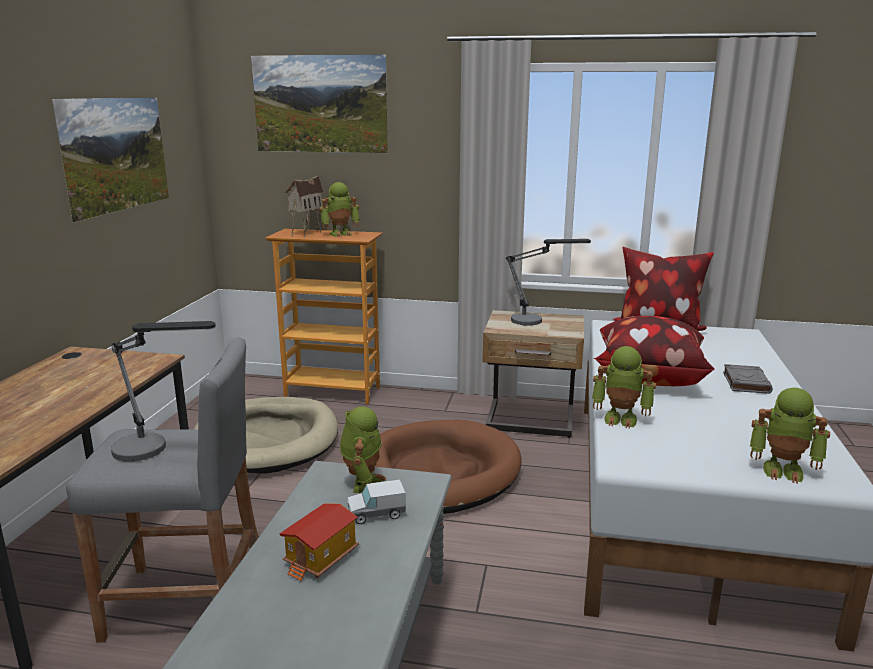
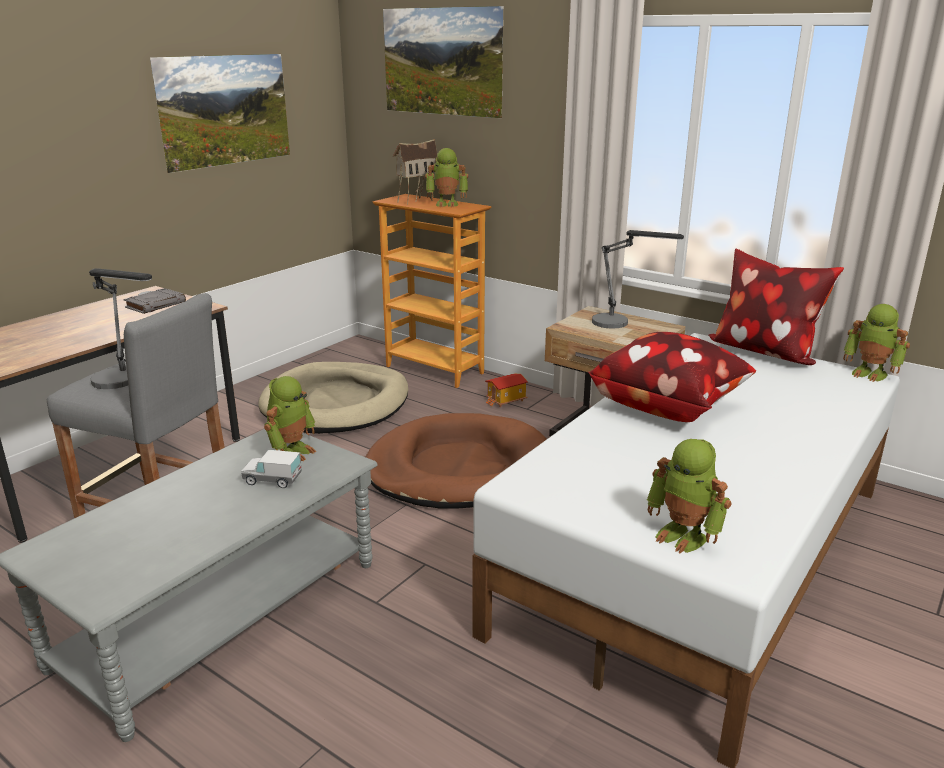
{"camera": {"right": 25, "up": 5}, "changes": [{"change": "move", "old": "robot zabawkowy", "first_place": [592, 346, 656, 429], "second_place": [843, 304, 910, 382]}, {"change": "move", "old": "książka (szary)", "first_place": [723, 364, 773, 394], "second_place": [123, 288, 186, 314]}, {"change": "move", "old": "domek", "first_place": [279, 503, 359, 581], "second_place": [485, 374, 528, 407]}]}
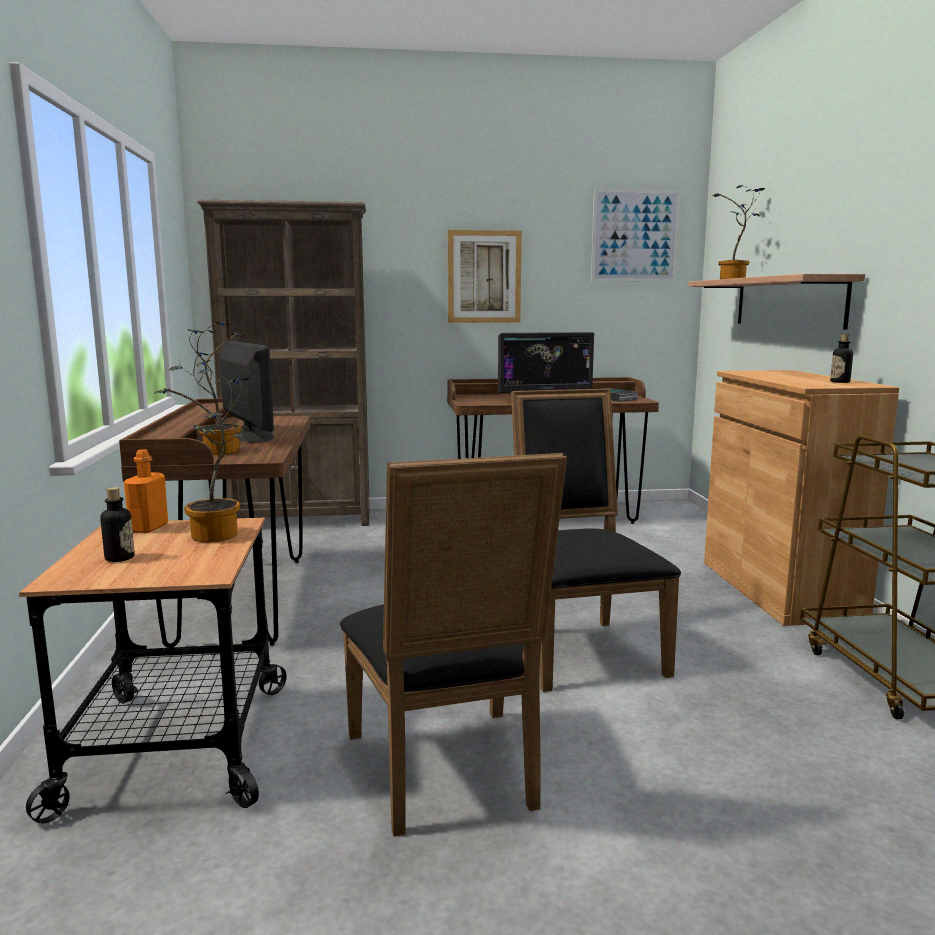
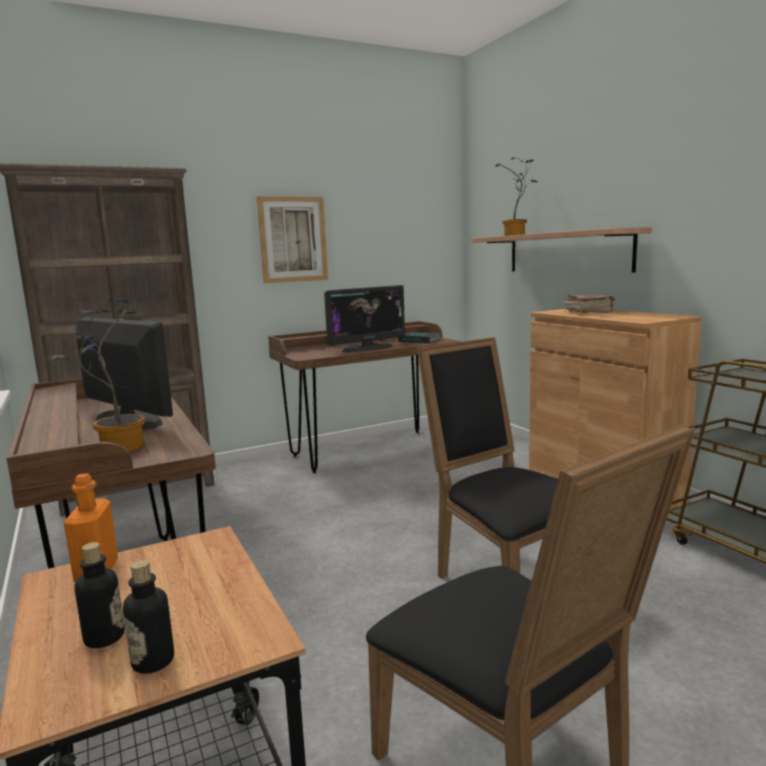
{"camera": {"right": -20, "up": 0}, "changes": [{"change": "delete", "old": "obraz", "first_place": [591, 189, 681, 282]}, {"change": "move", "old": "butelka", "first_place": [830, 334, 853, 383], "second_place": [123, 560, 174, 674]}, {"change": "delete", "old": "roślina doniczkowa", "first_place": [154, 369, 249, 542]}, {"change": "insert", "new": "książka (brązowy)", "second_place": [564, 294, 615, 313]}]}
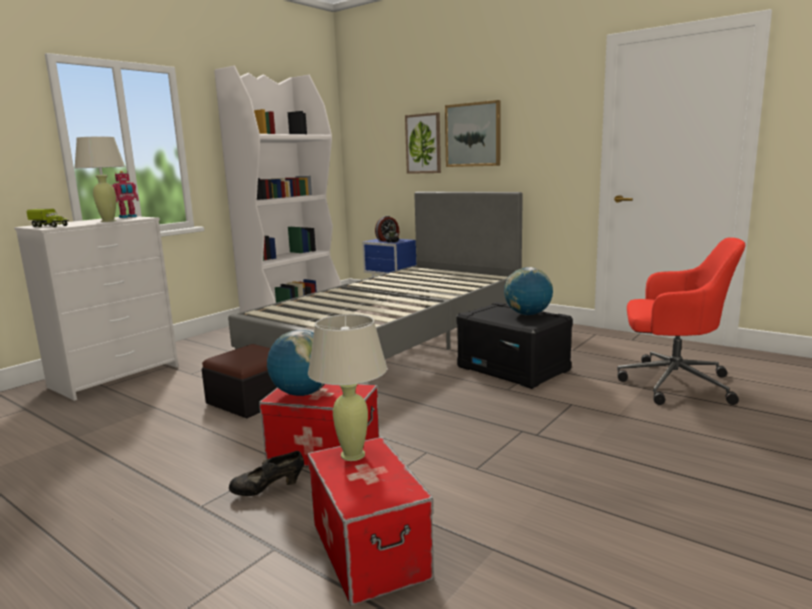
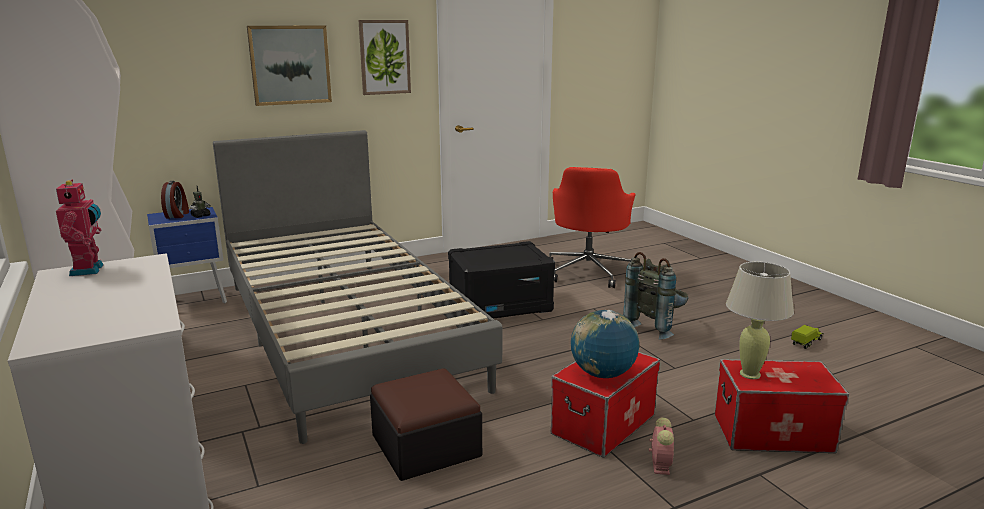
{"camera": {"right": -65, "up": 5}, "changes": [{"change": "move", "old": "obraz", "first_place": [405, 112, 441, 174], "second_place": [359, 20, 411, 95]}, {"change": "delete", "old": "lampa stołowa (beżowy)", "first_place": [75, 136, 125, 222]}, {"change": "move", "old": "ciężarówka zabawkowa", "first_place": [27, 209, 69, 227], "second_place": [791, 325, 824, 349]}, {"change": "rotate", "old": "krzesło biurowe (czerwony)", "first_place": [617, 237, 745, 405], "second_place": [549, 167, 636, 288], "degrees": 150}, {"change": "delete", "old": "globus", "first_place": [504, 267, 553, 315]}, {"change": "replace", "old": "but (czarny)", "new": "budzik", "first_place": [229, 451, 304, 496], "second_place": [649, 417, 674, 475]}, {"change": "insert", "new": "plecak (szary)", "second_place": [623, 252, 688, 340]}]}
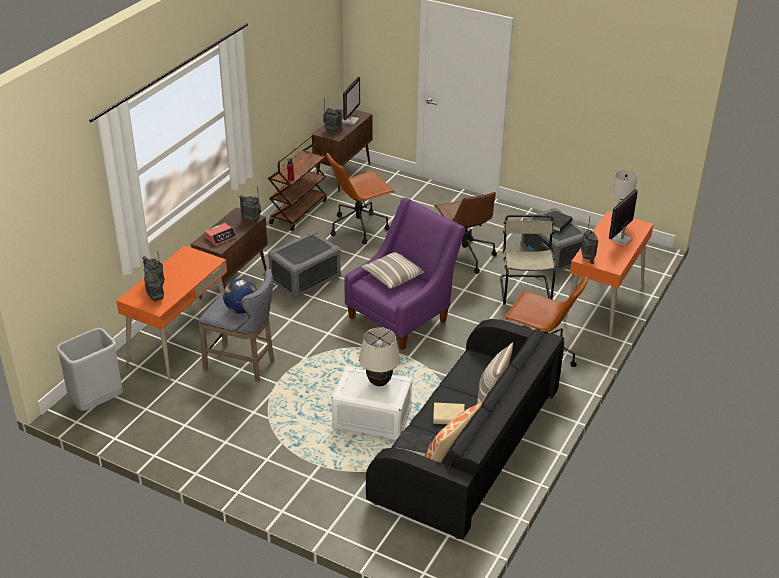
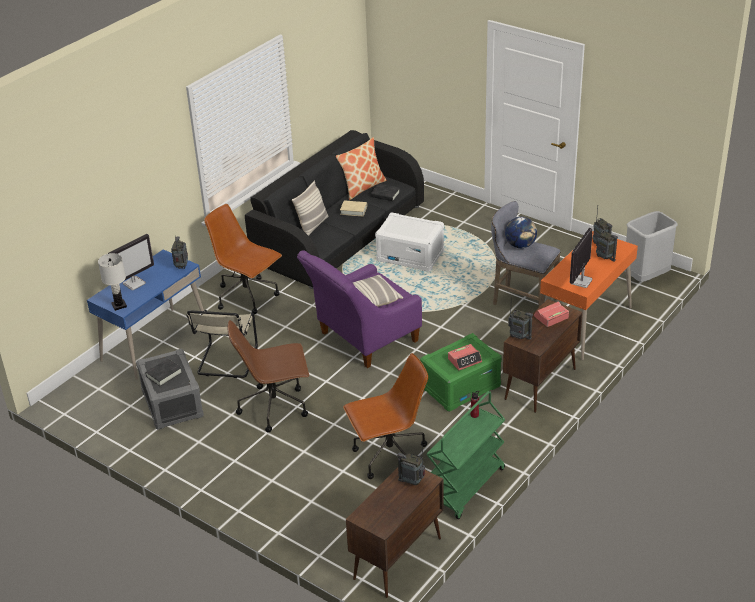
{"camera": {"right": -170, "up": 0}, "changes": [{"change": "move", "old": "monitor", "first_place": [342, 76, 360, 125], "second_place": [570, 228, 592, 288]}, {"change": "recolor", "old": "wózek (brązowy)", "new": "wózek (zielony)", "first_place": [268, 135, 327, 231], "second_place": [427, 391, 505, 519]}, {"change": "rotate", "old": "krzesło biurowe (brązowy)", "first_place": [434, 192, 497, 274], "second_place": [227, 320, 309, 433], "degrees": -90}, {"change": "recolor", "old": "biurko (pomarańczowy)", "new": "biurko (niebieski)", "first_place": [563, 211, 653, 337], "second_place": [87, 249, 204, 380]}, {"change": "recolor", "old": "pojemnik do przechowywania (szary)", "new": "pojemnik do przechowywania (zielony)", "first_place": [268, 231, 341, 299], "second_place": [420, 333, 502, 412]}, {"change": "delete", "old": "lampa stołowa (beżowy)", "first_place": [359, 328, 400, 386]}, {"change": "insert", "new": "budzik", "second_place": [448, 344, 482, 370]}]}
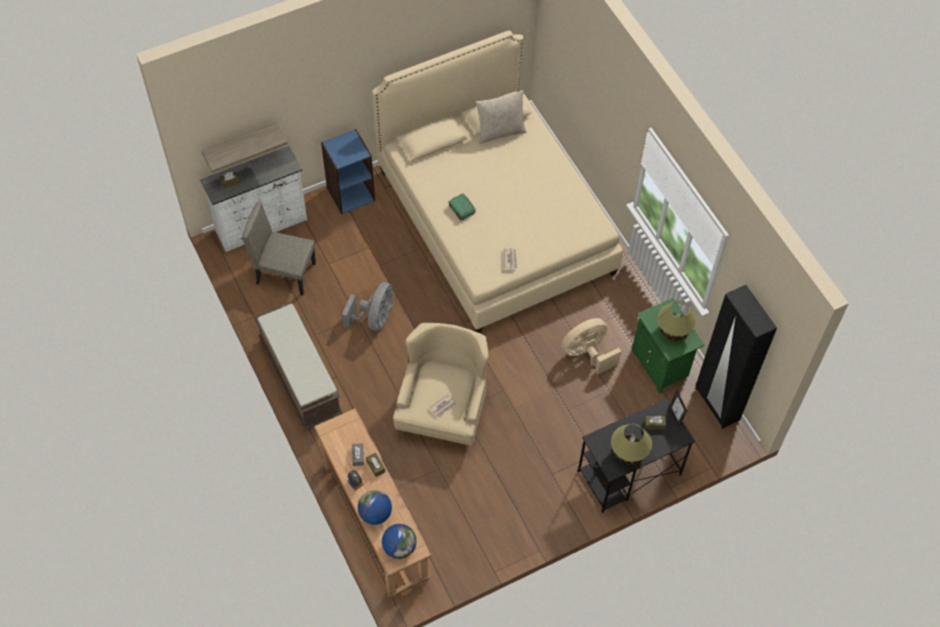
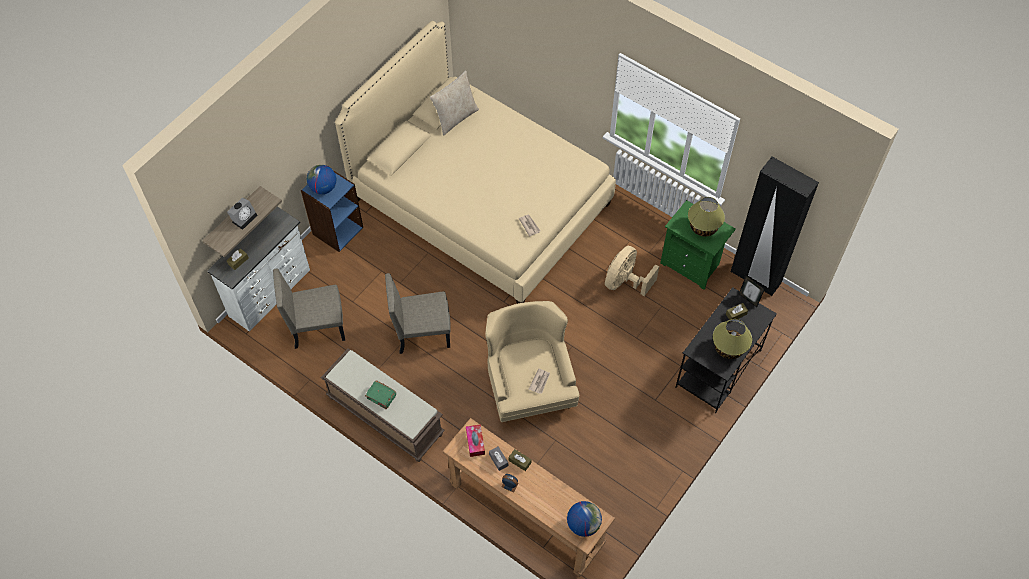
{"camera": {"right": -25, "up": 0}, "changes": [{"change": "move", "old": "książka (zielony)", "first_place": [448, 194, 476, 221], "second_place": [365, 381, 396, 409]}, {"change": "replace", "old": "wentylator (szary)", "new": "krzesło (beżowy)", "first_place": [342, 282, 393, 331], "second_place": [385, 273, 451, 354]}, {"change": "move", "old": "globus", "first_place": [358, 490, 392, 525], "second_place": [306, 165, 337, 194]}, {"change": "insert", "new": "budzik", "second_place": [227, 198, 258, 230]}, {"change": "insert", "new": "pudełko chusteczek", "second_place": [466, 424, 485, 457]}]}
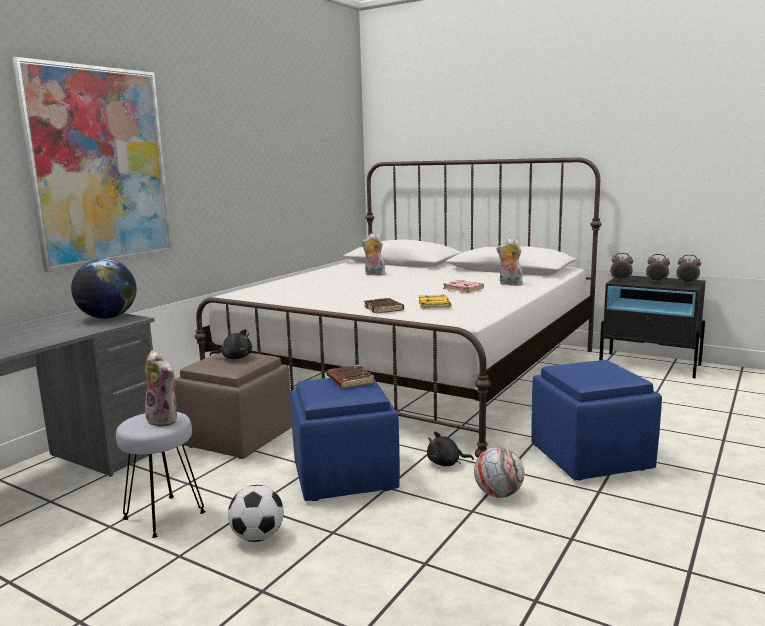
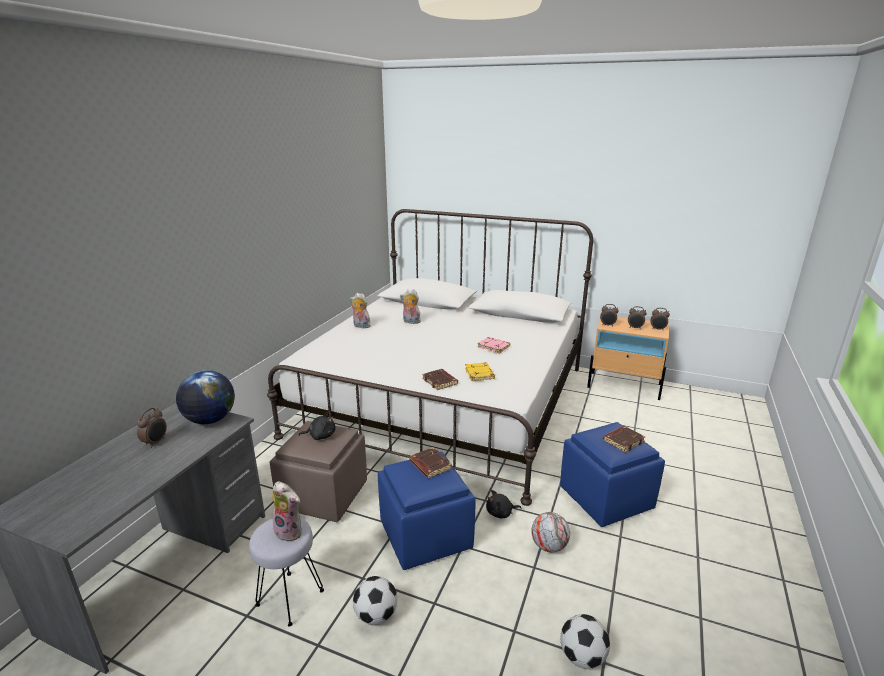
{"camera": {"right": -10, "up": 10}, "changes": [{"change": "delete", "old": "obraz", "first_place": [12, 57, 172, 272]}, {"change": "move", "old": "pluszak", "first_place": [497, 239, 523, 286], "second_place": [350, 293, 371, 328]}, {"change": "recolor", "old": "szafka nocna (czarny)", "new": "szafka nocna (beżowy)", "first_place": [599, 276, 706, 378], "second_place": [587, 316, 669, 400]}, {"change": "insert", "new": "budzik", "second_place": [137, 408, 167, 448]}, {"change": "insert", "new": "książka (brązowy)", "second_place": [603, 426, 645, 452]}, {"change": "insert", "new": "piłka futbolowa", "second_place": [561, 614, 610, 669]}]}
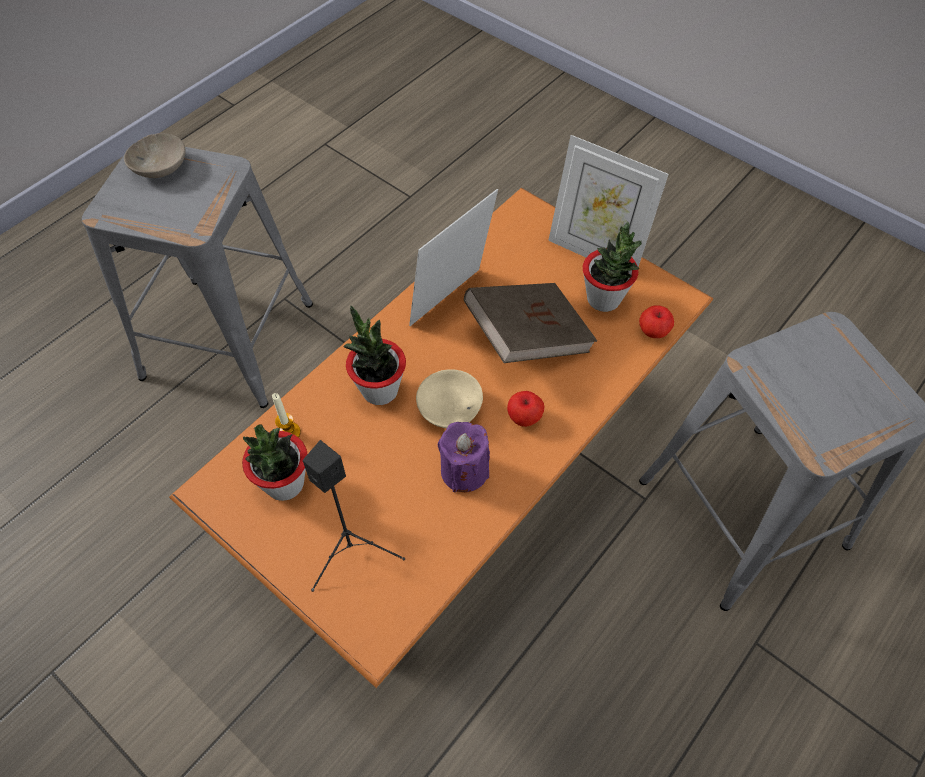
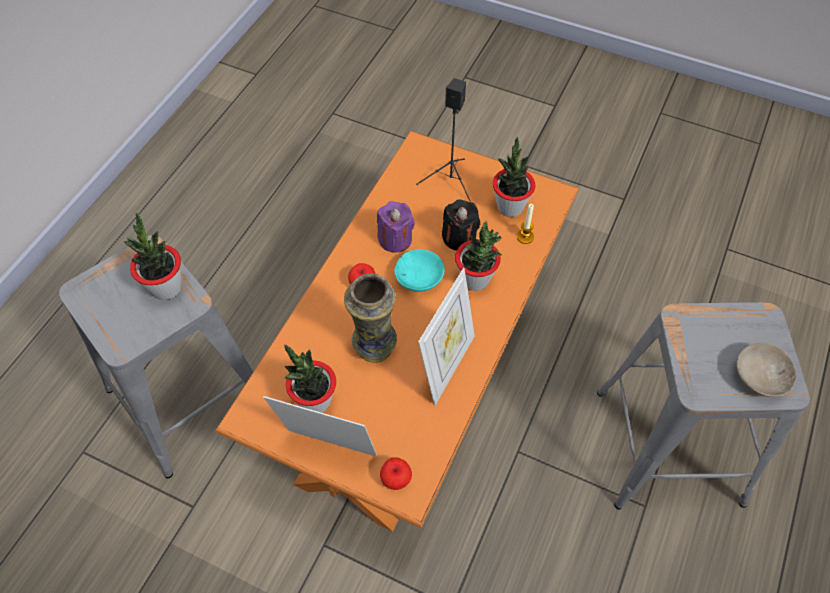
{"camera": {"right": 165, "up": 0}, "changes": [{"change": "replace", "old": "książka (brązowy)", "new": "wazon", "first_place": [464, 283, 597, 363], "second_place": [344, 273, 397, 363]}, {"change": "move", "old": "jabłko", "first_place": [639, 305, 674, 338], "second_place": [380, 457, 412, 490]}, {"change": "recolor", "old": "miska (beżowy)", "new": "miska (turkusowy)", "first_place": [416, 369, 483, 428], "second_place": [395, 249, 445, 292]}, {"change": "insert", "new": "świeca (czarny)", "second_place": [442, 199, 480, 251]}, {"change": "insert", "new": "roślina doniczkowa", "second_place": [124, 213, 182, 300]}]}
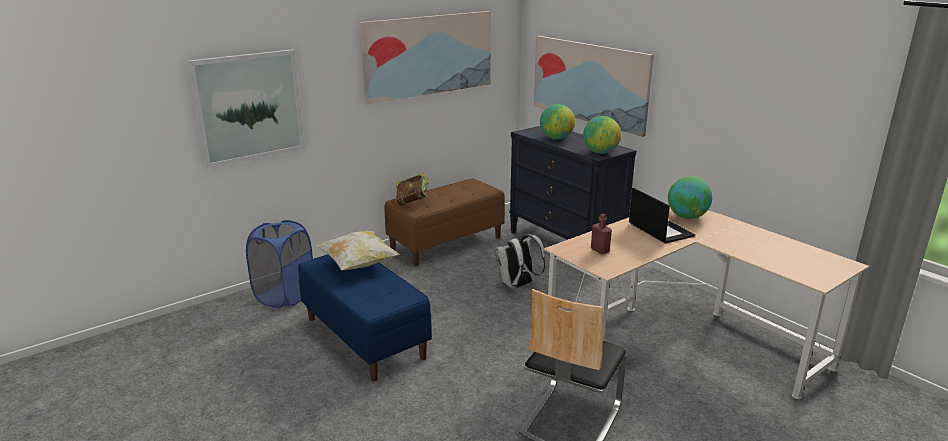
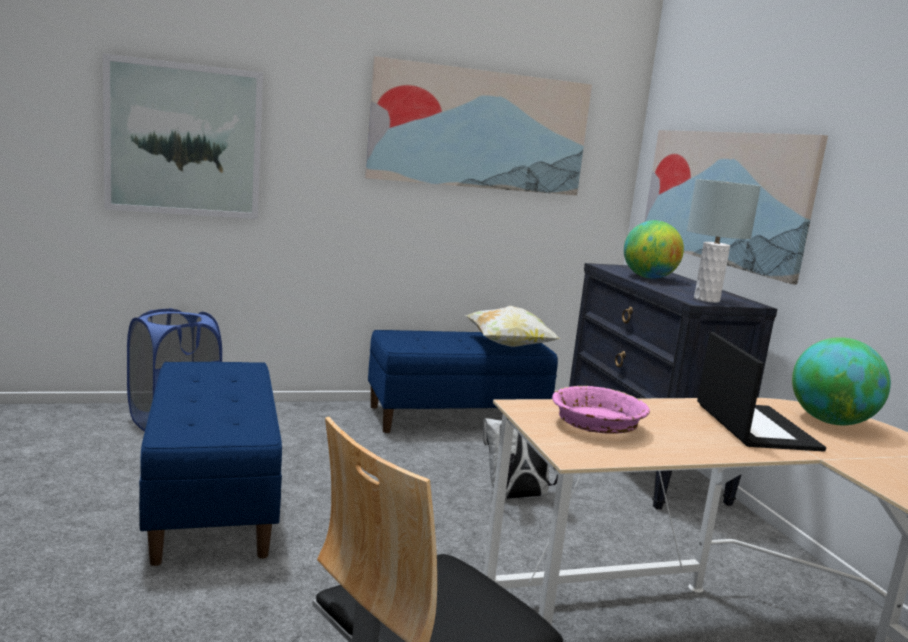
{"camera": {"right": 20, "up": -10}, "changes": [{"change": "replace", "old": "globus", "new": "lampa stołowa (szary)", "first_place": [583, 116, 621, 154], "second_place": [687, 179, 761, 303]}, {"change": "delete", "old": "książka", "first_place": [396, 172, 429, 205]}, {"change": "recolor", "old": "ławka (brązowy)", "new": "ławka (niebieski)", "first_place": [384, 179, 505, 266], "second_place": [368, 330, 558, 433]}, {"change": "replace", "old": "butelka (czerwony)", "new": "miska (różowy)", "first_place": [591, 214, 612, 254], "second_place": [552, 386, 650, 434]}, {"change": "move", "old": "poduszka", "first_place": [316, 231, 401, 270], "second_place": [465, 306, 560, 347]}]}
